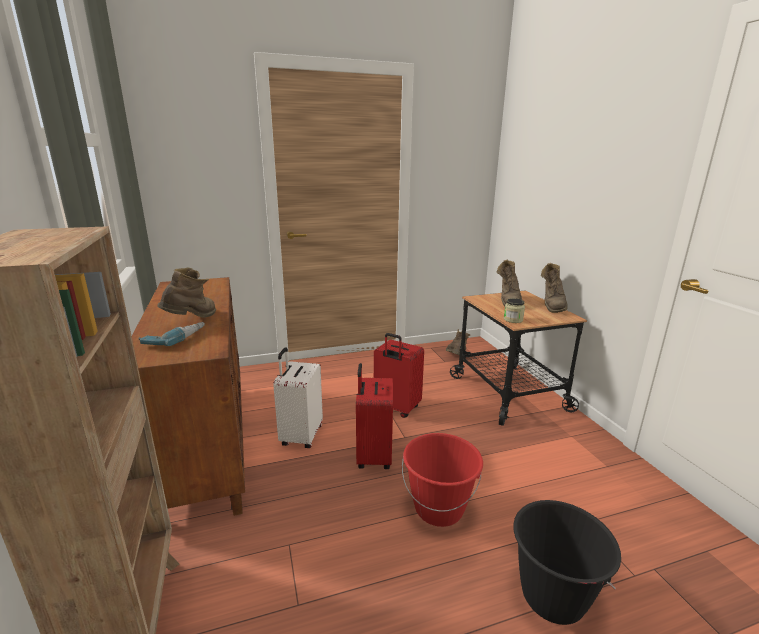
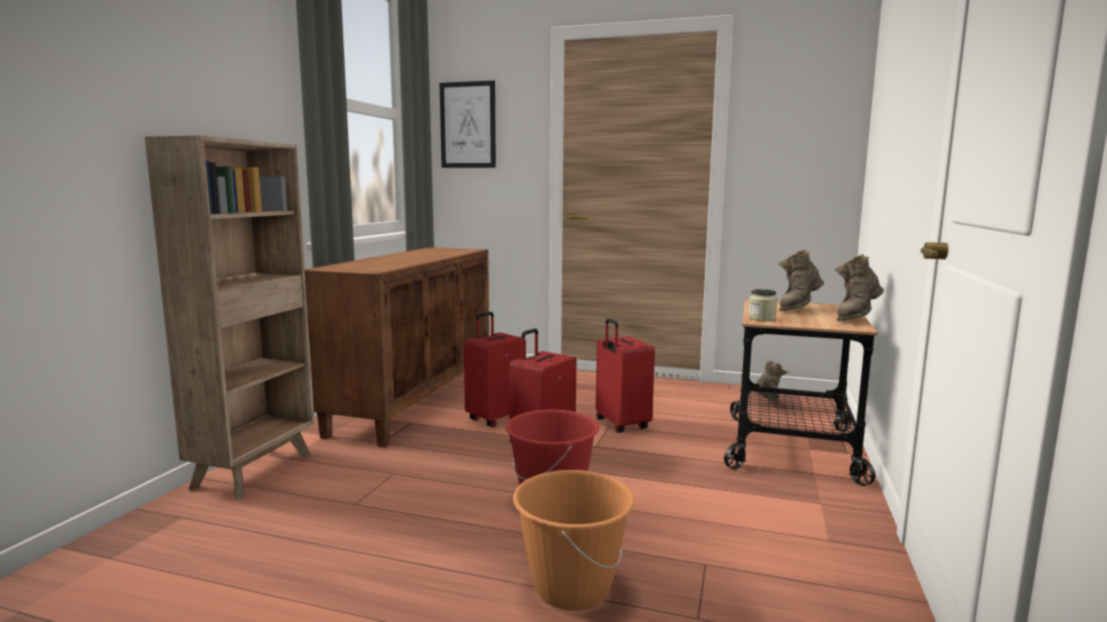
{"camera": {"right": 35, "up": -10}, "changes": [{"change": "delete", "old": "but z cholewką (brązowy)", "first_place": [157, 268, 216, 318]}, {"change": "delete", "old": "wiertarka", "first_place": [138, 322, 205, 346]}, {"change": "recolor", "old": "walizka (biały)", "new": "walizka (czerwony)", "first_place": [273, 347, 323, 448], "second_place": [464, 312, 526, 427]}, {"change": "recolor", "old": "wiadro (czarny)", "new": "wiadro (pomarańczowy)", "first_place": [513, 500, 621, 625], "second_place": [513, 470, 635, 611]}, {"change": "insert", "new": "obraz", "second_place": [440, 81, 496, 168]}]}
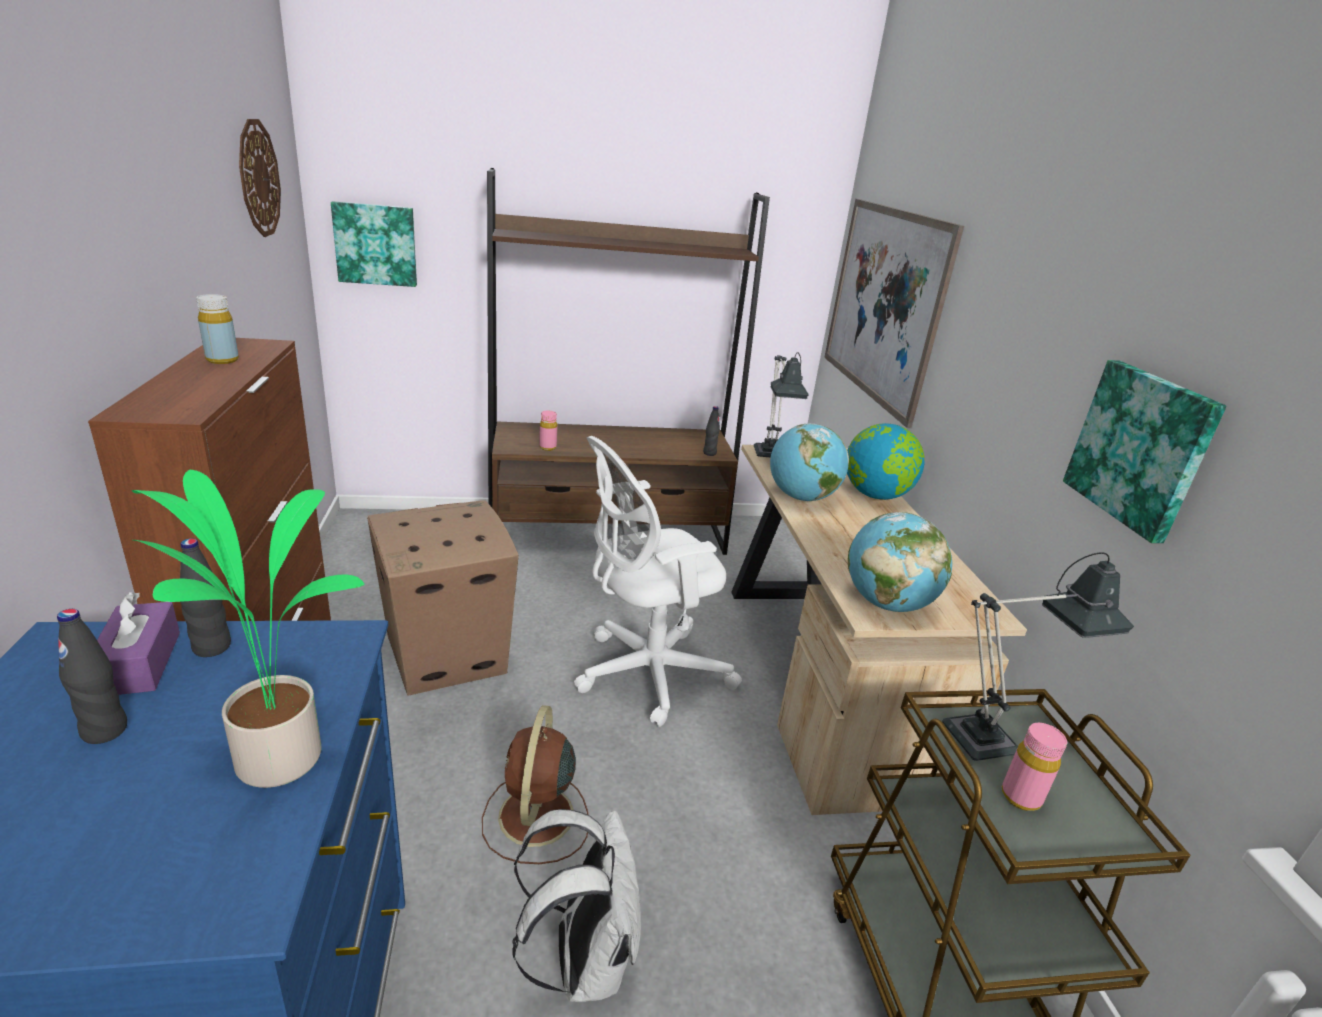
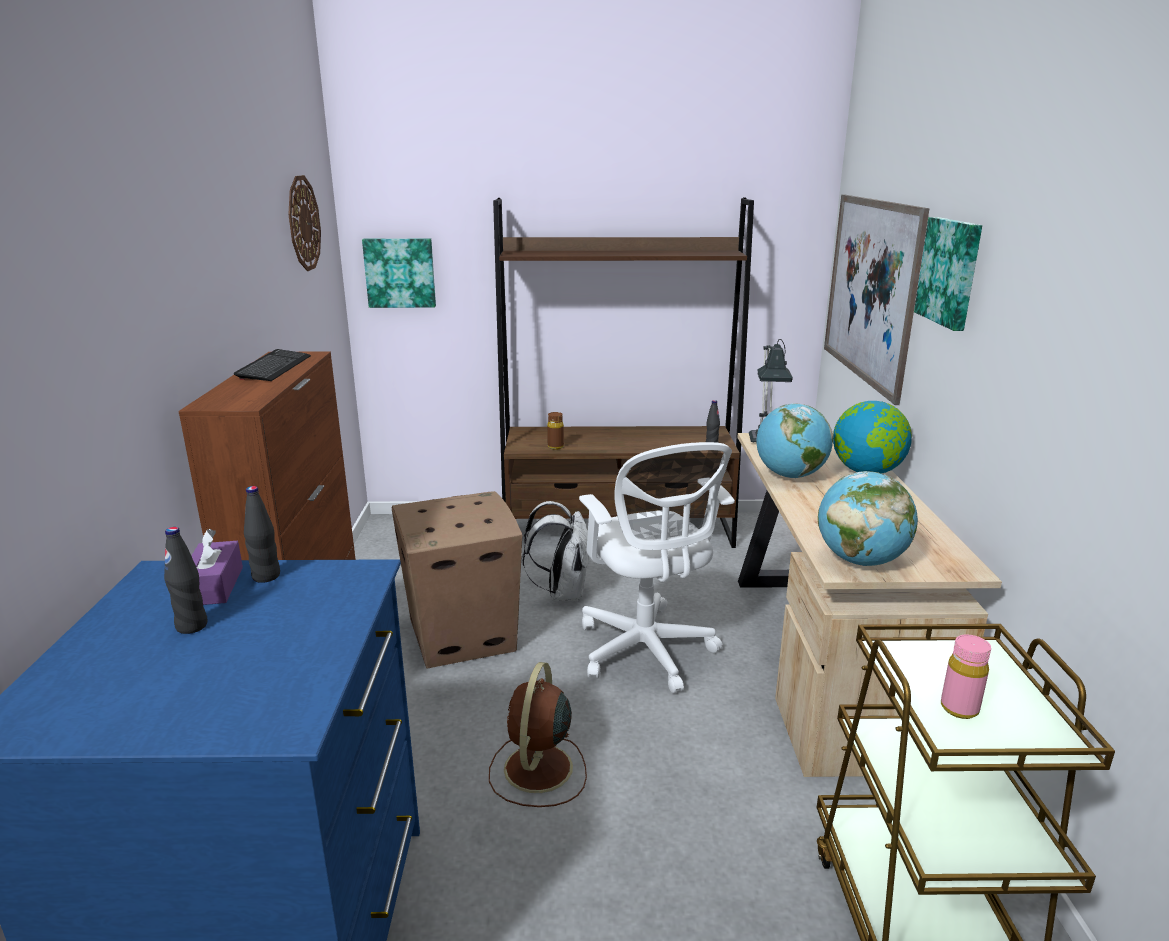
{"camera": {"right": 10, "up": -5}, "changes": [{"change": "replace", "old": "butelka (żółty)", "new": "klawiatura", "first_place": [196, 294, 239, 364], "second_place": [234, 349, 311, 381]}, {"change": "move", "old": "obraz", "first_place": [1063, 360, 1227, 543], "second_place": [914, 217, 982, 331]}, {"change": "recolor", "old": "butelka (różowy)", "new": "butelka (brązowy)", "first_place": [539, 411, 557, 451], "second_place": [547, 412, 564, 450]}, {"change": "rotate", "old": "krzesło biurowe (biały)", "first_place": [574, 436, 742, 727], "second_place": [579, 442, 735, 694], "degrees": -90}, {"change": "delete", "old": "roślina doniczkowa", "first_place": [132, 470, 365, 788]}, {"change": "delete", "old": "lampa stołowa", "first_place": [942, 553, 1134, 761]}, {"change": "move", "old": "plecak (biały)", "first_place": [512, 809, 641, 1002], "second_place": [522, 501, 590, 602]}]}
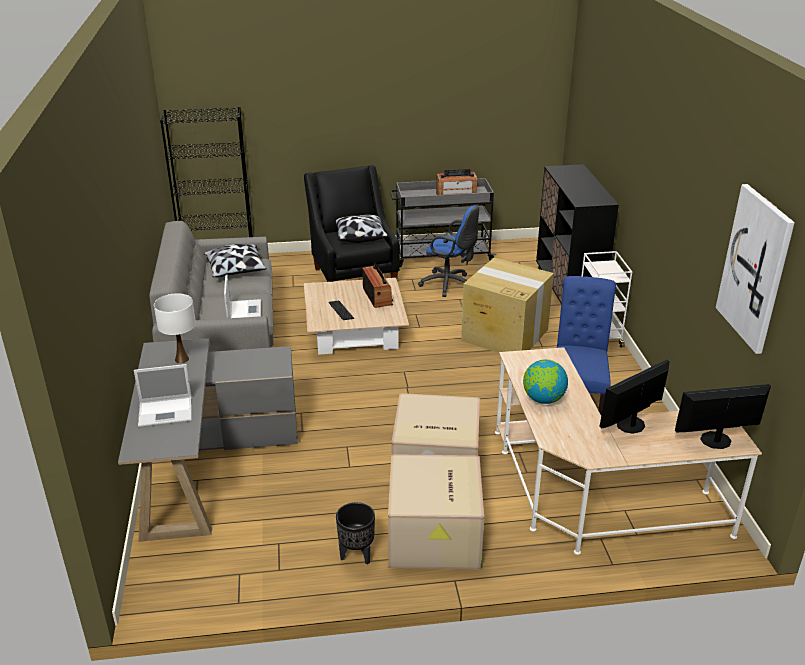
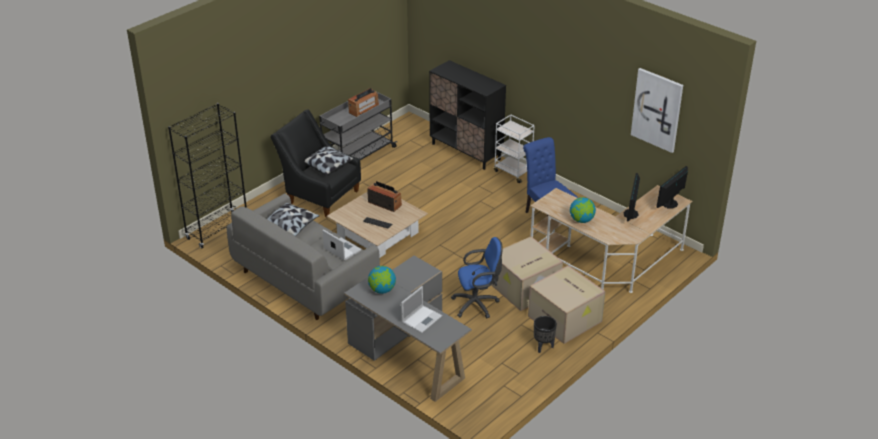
{"camera": {"right": -40, "up": 5}, "changes": [{"change": "move", "old": "krzesło biurowe (niebieski)", "first_place": [418, 205, 479, 297], "second_place": [451, 237, 503, 318]}, {"change": "delete", "old": "karton", "first_place": [461, 258, 554, 353]}, {"change": "replace", "old": "lampa stołowa (biały)", "new": "globus", "first_place": [154, 293, 196, 363], "second_place": [368, 266, 396, 294]}]}
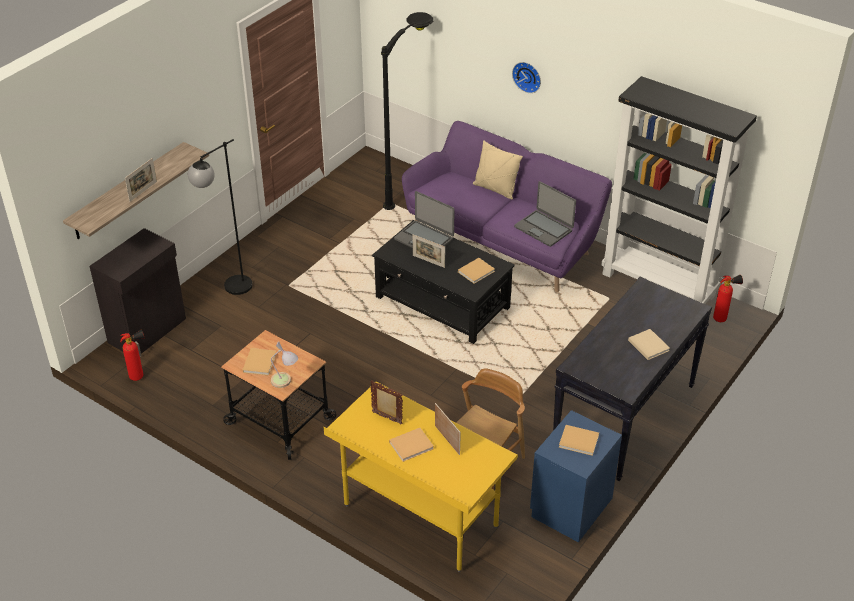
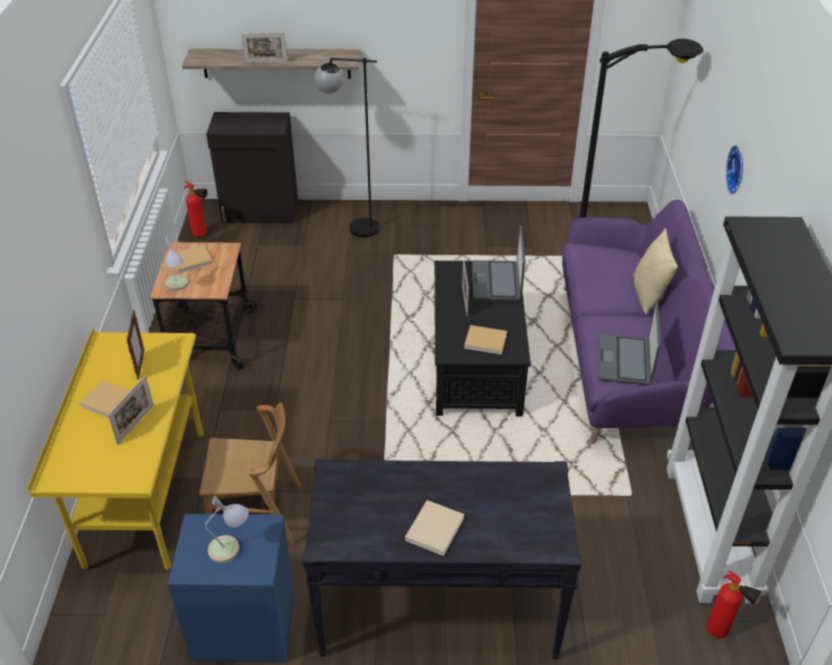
{"camera": {"right": 55, "up": 0}, "changes": [{"change": "replace", "old": "książka (beżowy)", "new": "lampa stołowa", "first_place": [559, 425, 599, 456], "second_place": [205, 496, 249, 563]}]}
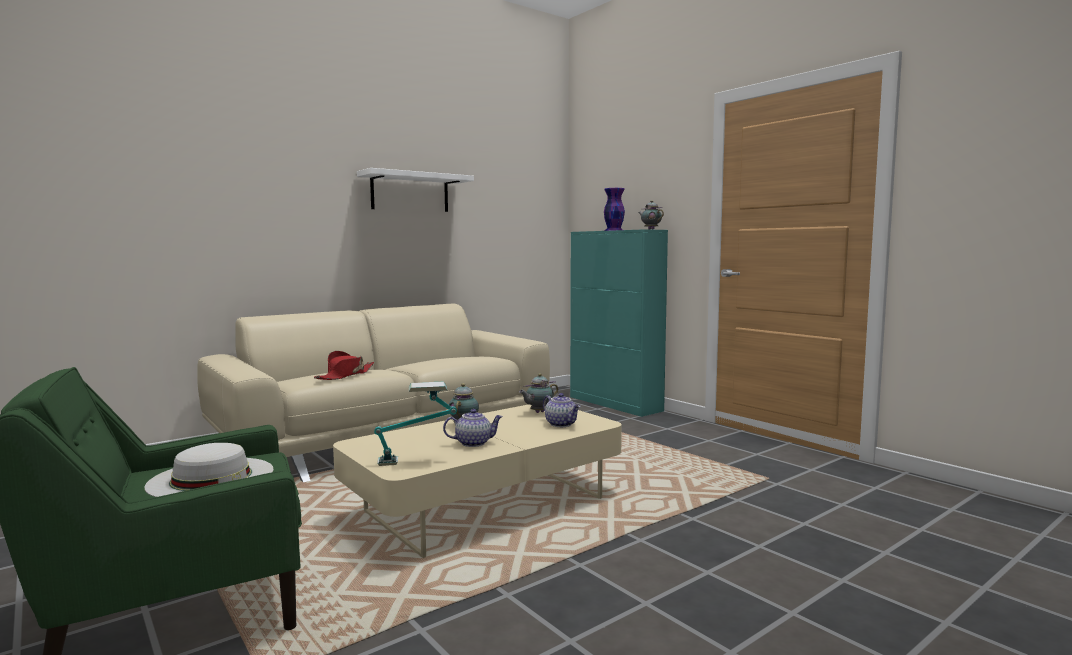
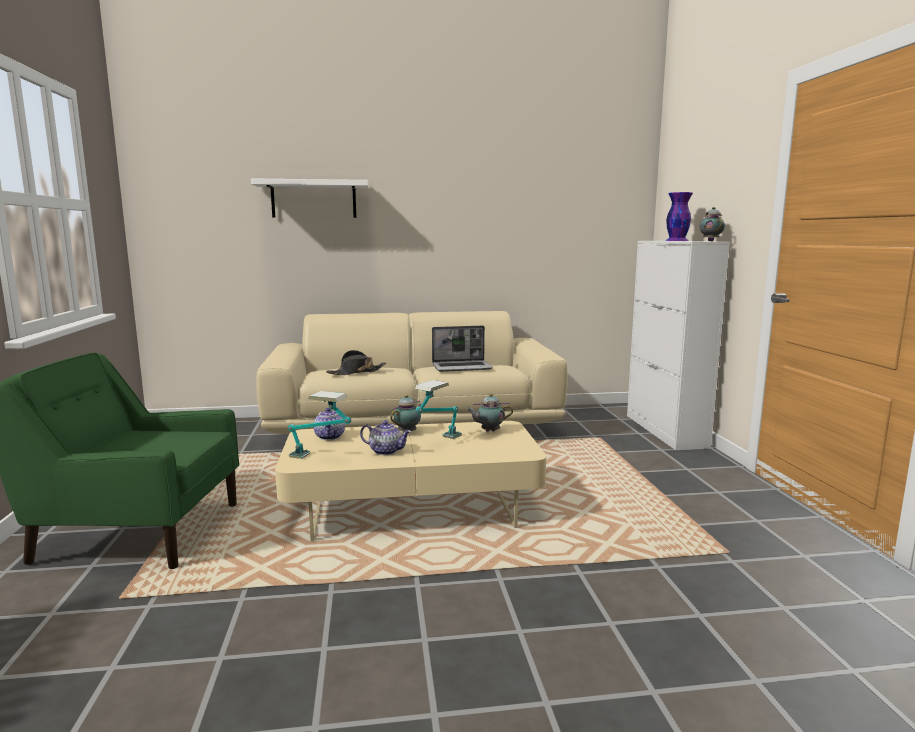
{"camera": {"right": 30, "up": 5}, "changes": [{"change": "move", "old": "półka (biały)", "first_place": [357, 168, 474, 212], "second_place": [251, 178, 368, 218]}, {"change": "recolor", "old": "szafka (turkusowy)", "new": "szafka (biały)", "first_place": [570, 229, 668, 417], "second_place": [627, 241, 730, 450]}, {"change": "recolor", "old": "kapelusz (czerwony)", "new": "kapelusz (czarny)", "first_place": [314, 351, 374, 380], "second_place": [326, 350, 386, 375]}, {"change": "move", "old": "imbryk", "first_place": [543, 393, 580, 427], "second_place": [313, 408, 345, 440]}, {"change": "delete", "old": "kapelusz (biały)", "first_place": [144, 443, 273, 497]}, {"change": "insert", "new": "laptop", "second_place": [432, 326, 493, 372]}, {"change": "insert", "new": "lampa stołowa", "second_place": [415, 380, 462, 439]}]}
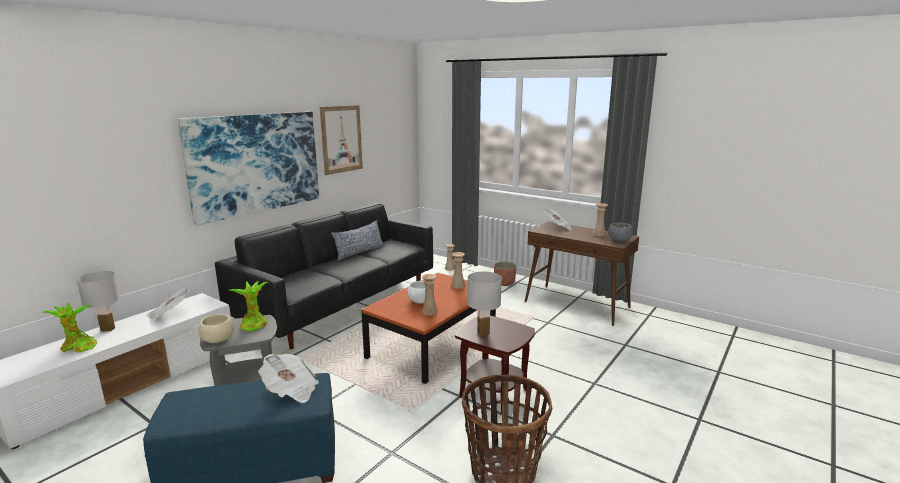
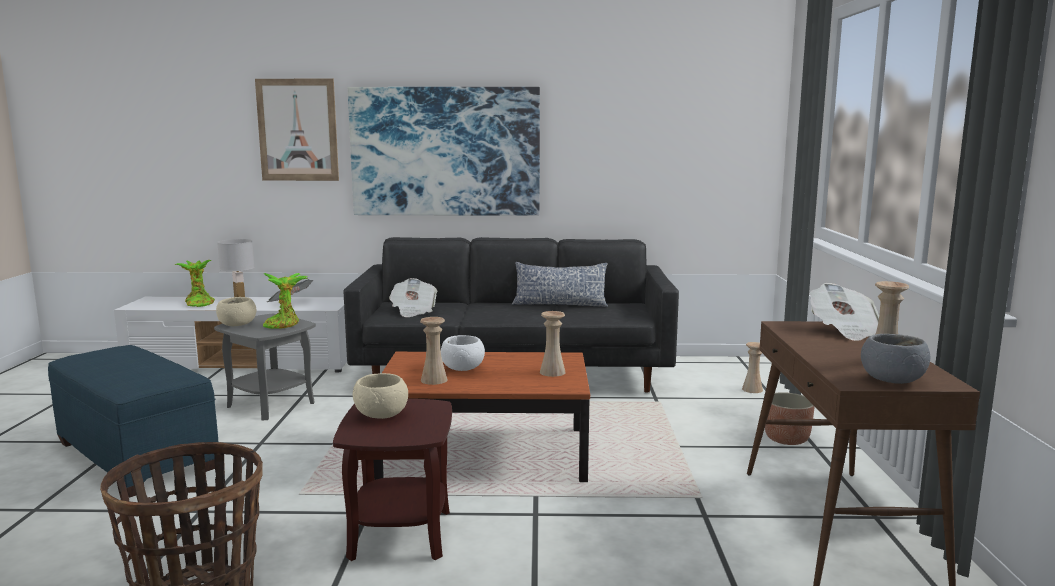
{"camera": {"right": 55, "up": -5}, "changes": [{"change": "move", "old": "obraz", "first_place": [320, 105, 363, 175], "second_place": [255, 79, 339, 181]}, {"change": "replace", "old": "lampa stołowa (biały)", "new": "miska (beżowy)", "first_place": [467, 271, 502, 336], "second_place": [353, 373, 408, 419]}, {"change": "move", "old": "gazeta", "first_place": [259, 354, 319, 403], "second_place": [389, 278, 437, 317]}]}
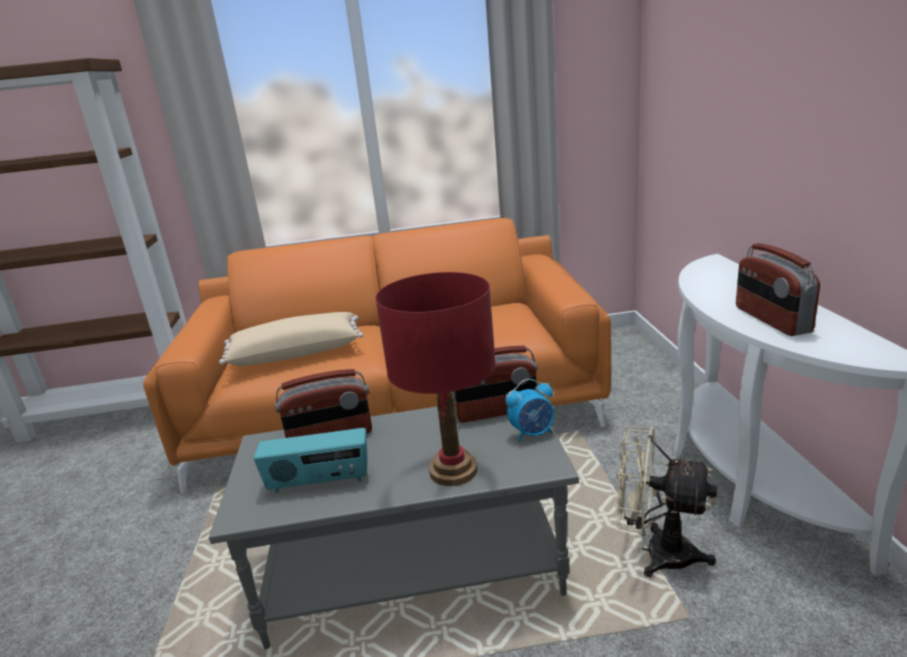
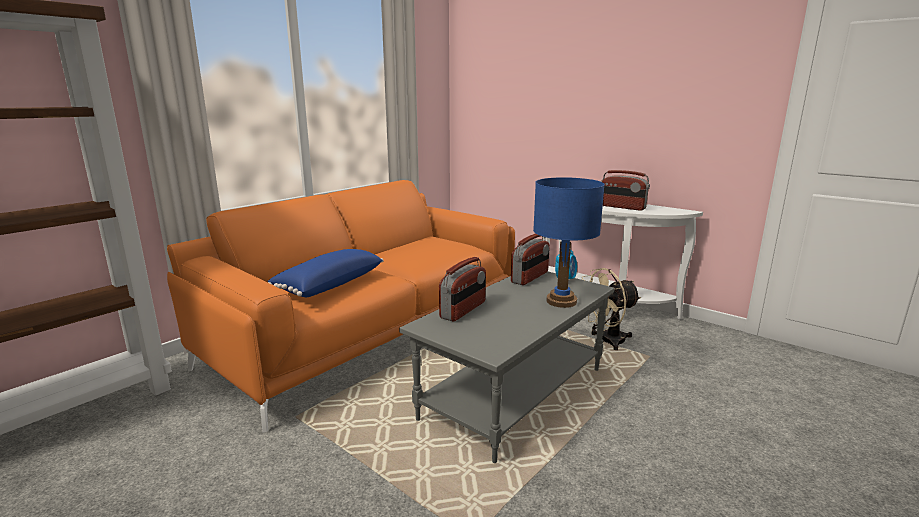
{"camera": {"right": -45, "up": -5}, "changes": [{"change": "recolor", "old": "lampa stołowa (czerwony)", "new": "lampa stołowa (niebieski)", "first_place": [375, 272, 496, 486], "second_place": [533, 177, 605, 308]}, {"change": "recolor", "old": "poduszka (beżowy)", "new": "poduszka (niebieski)", "first_place": [219, 312, 363, 366], "second_place": [268, 249, 384, 297]}, {"change": "delete", "old": "radio", "first_place": [254, 428, 368, 493]}]}
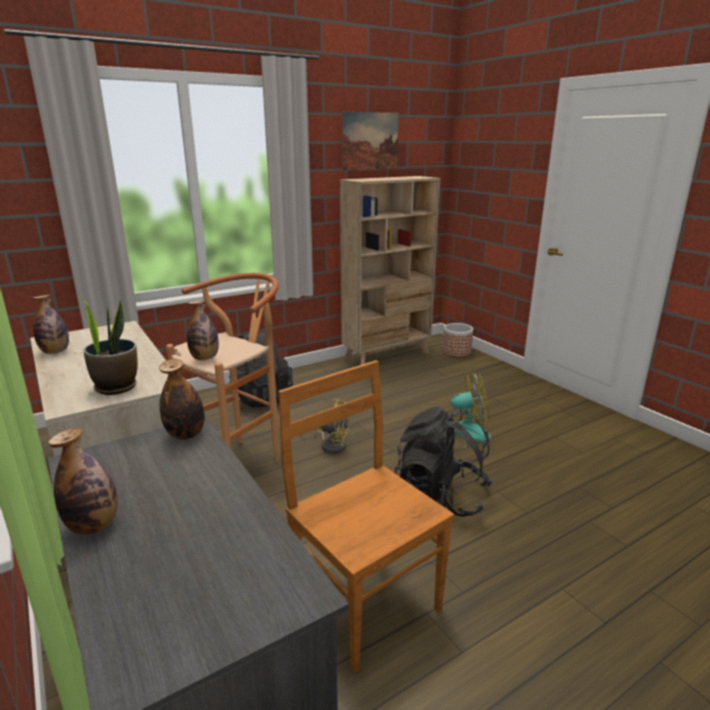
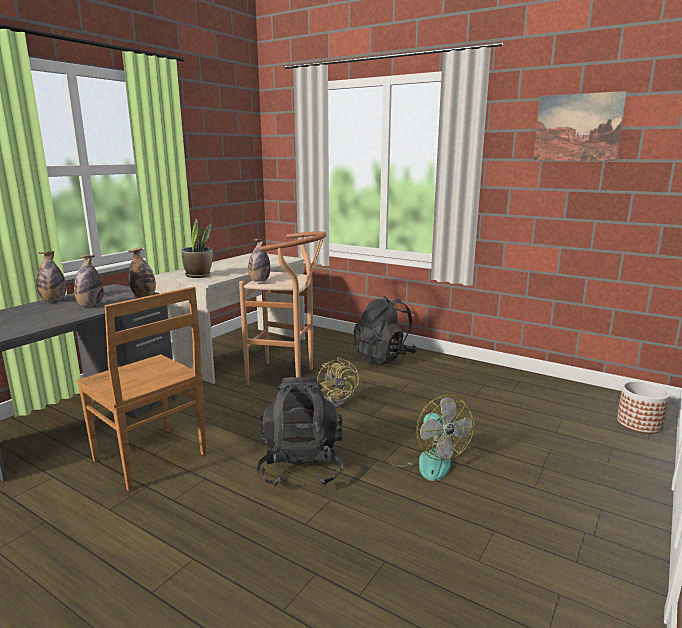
{"camera": {"right": 65, "up": -5}, "changes": [{"change": "delete", "old": "regał (beżowy)", "first_place": [340, 176, 440, 365]}, {"change": "move", "old": "butelka", "first_place": [33, 295, 69, 354], "second_place": [74, 255, 103, 307]}, {"change": "rotate", "old": "krzesło (brązowy)", "first_place": [278, 360, 454, 673], "second_place": [76, 287, 207, 491], "degrees": 105}]}
